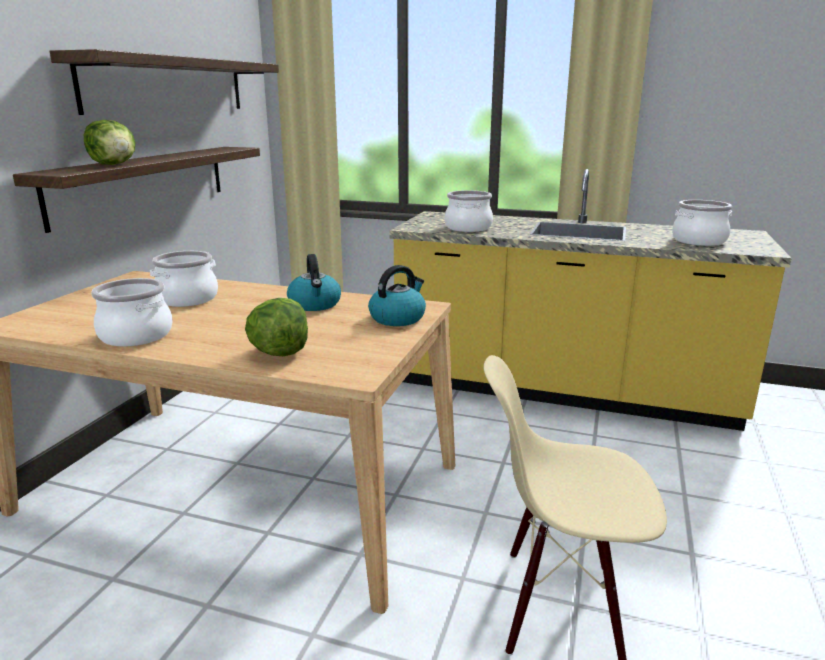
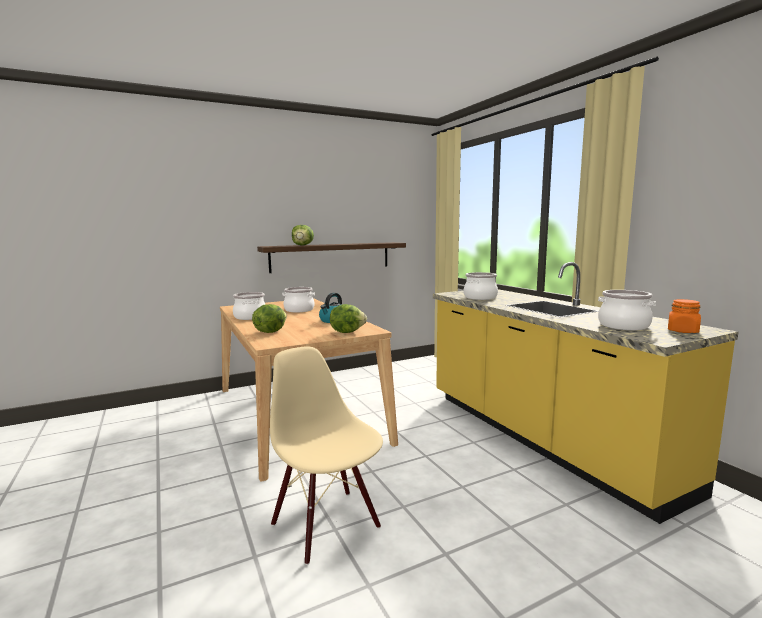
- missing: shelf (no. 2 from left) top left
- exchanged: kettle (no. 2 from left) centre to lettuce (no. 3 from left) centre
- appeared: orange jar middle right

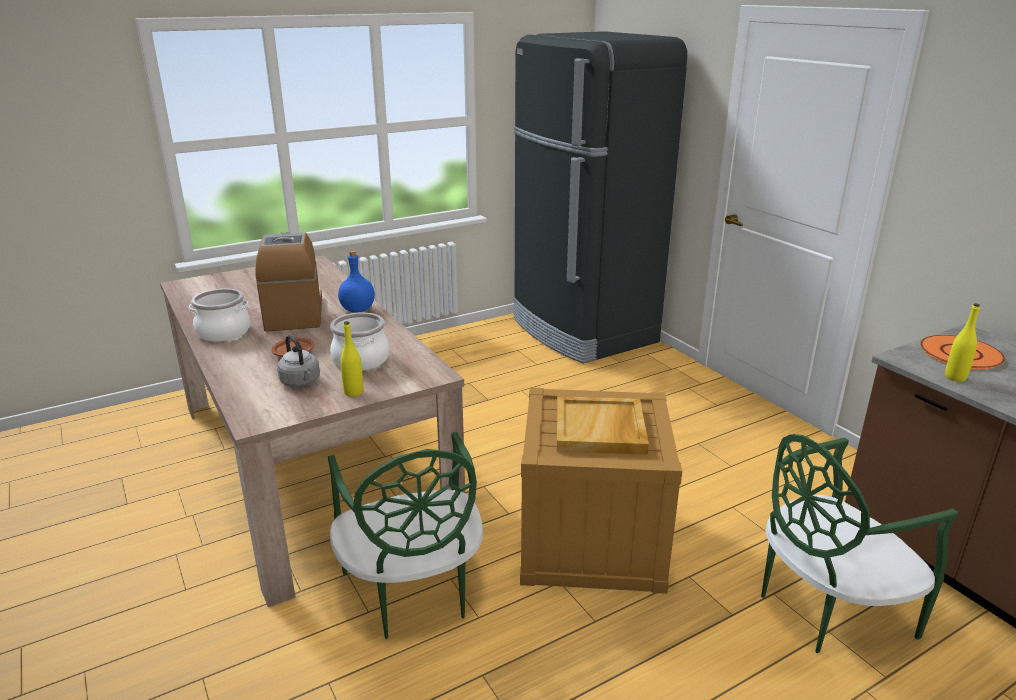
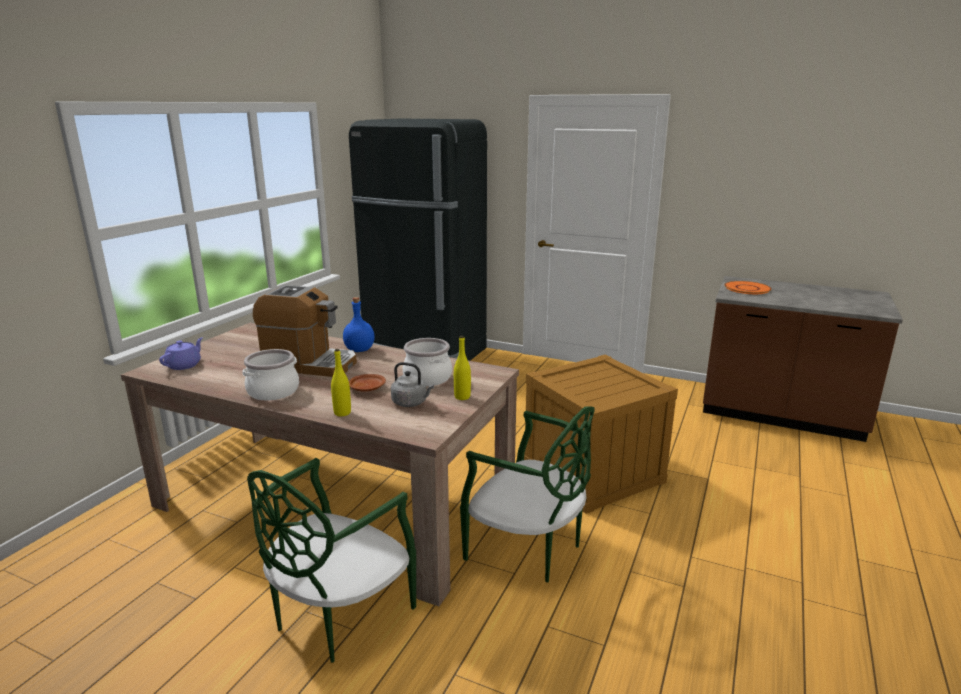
- spun: coffee machine middle left = middle left 150 degrees clockwise
- relocated: yellow bottle (no. 2 from left in the first image) middle right to yellow bottle (no. 1 from left) centre
- missing: beige tray centre
- relocated: green chair (no. 2 from left in the first image) bottom right to green chair (no. 1 from left) bottom centre
- appeared: purple teapot middle left

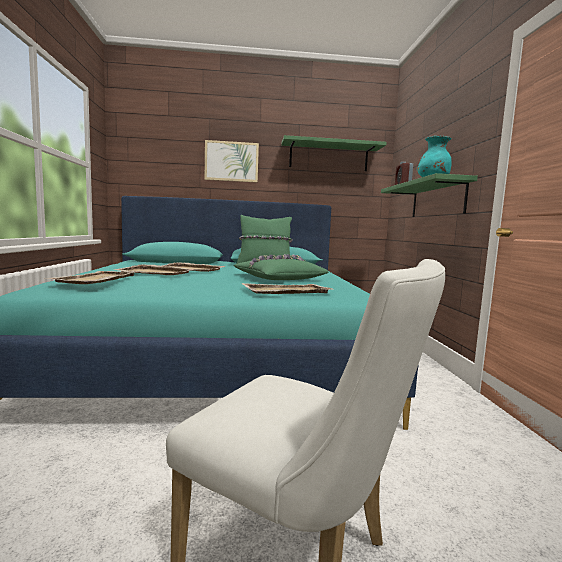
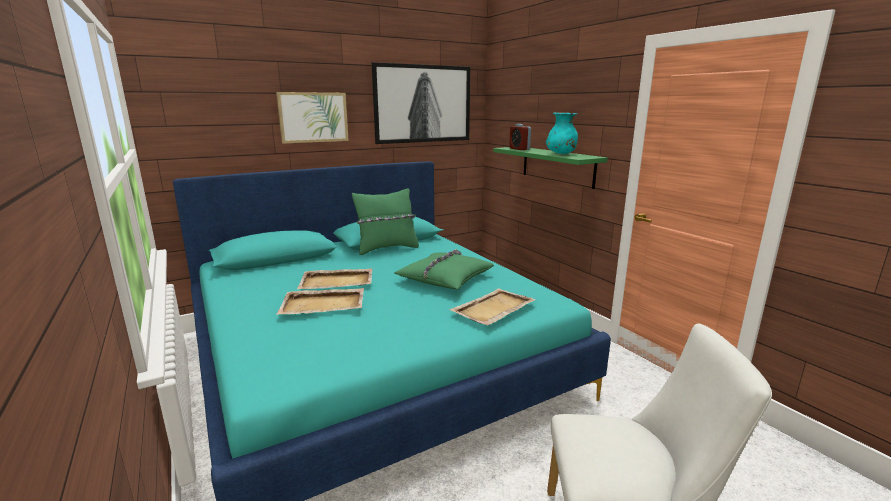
- exchanged: green shelf (no. 1 from left) top centre to picture (no. 2 from left) top centre
- missing: beige tray (no. 1 from left) middle left

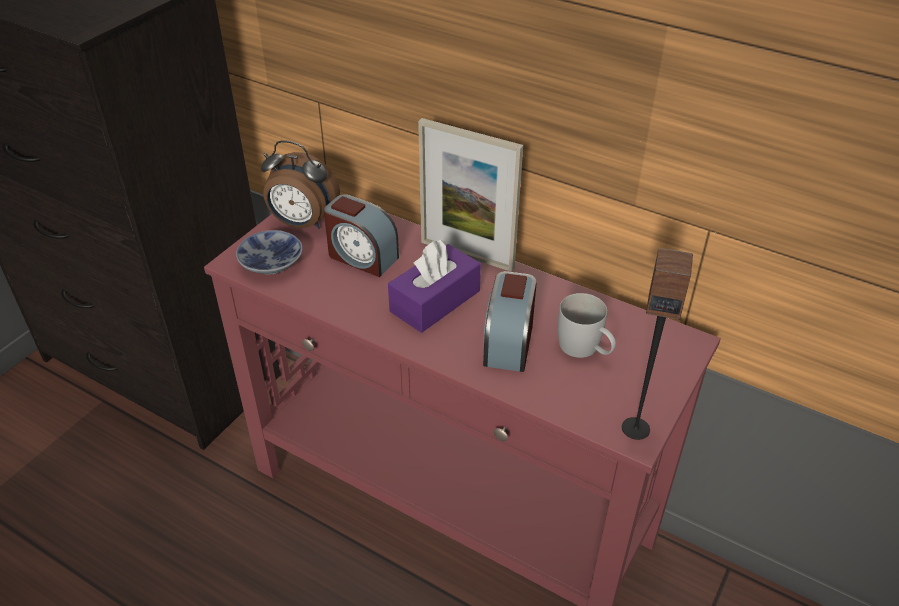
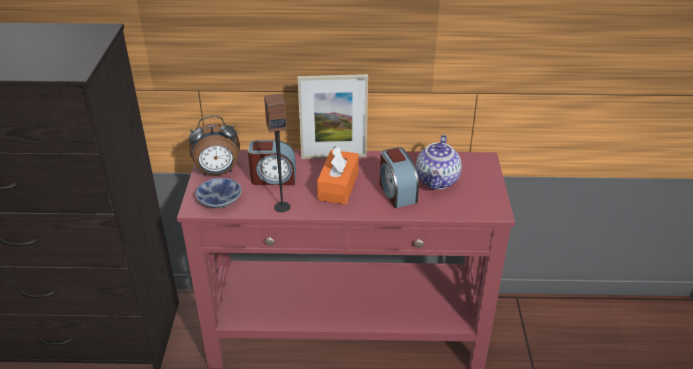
- colour: purple tissue box centre to orange tissue box centre
- relocated: speaker middle right to centre
- exchanged: white mug centre to teapot centre

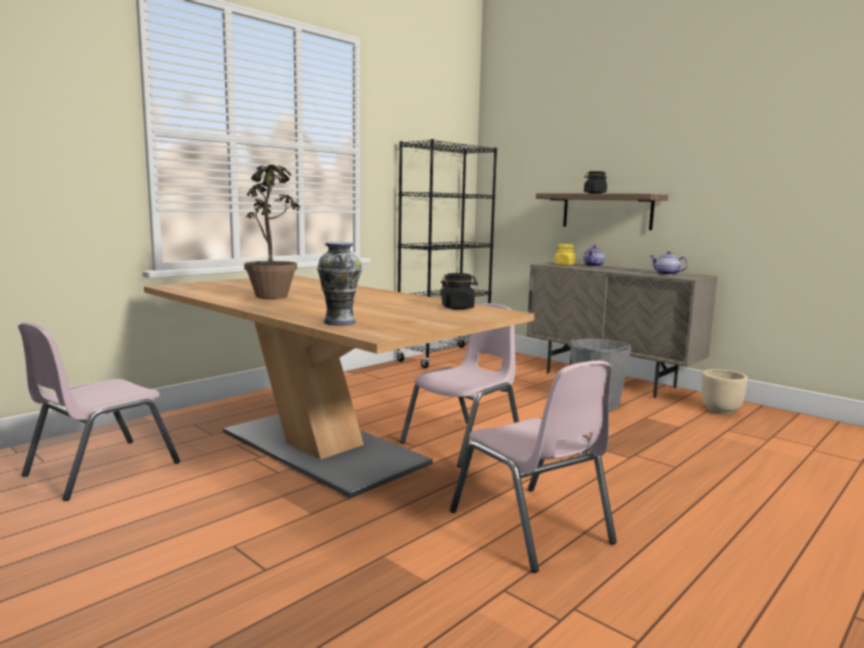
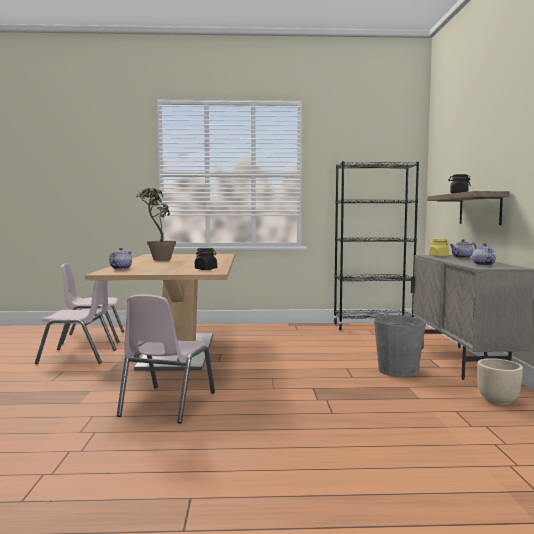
- exchanged: vase centre to teapot (no. 1 from left) middle left
- relocated: pink chair (no. 2 from left in the first image) centre to pink chair (no. 1 from left) middle left

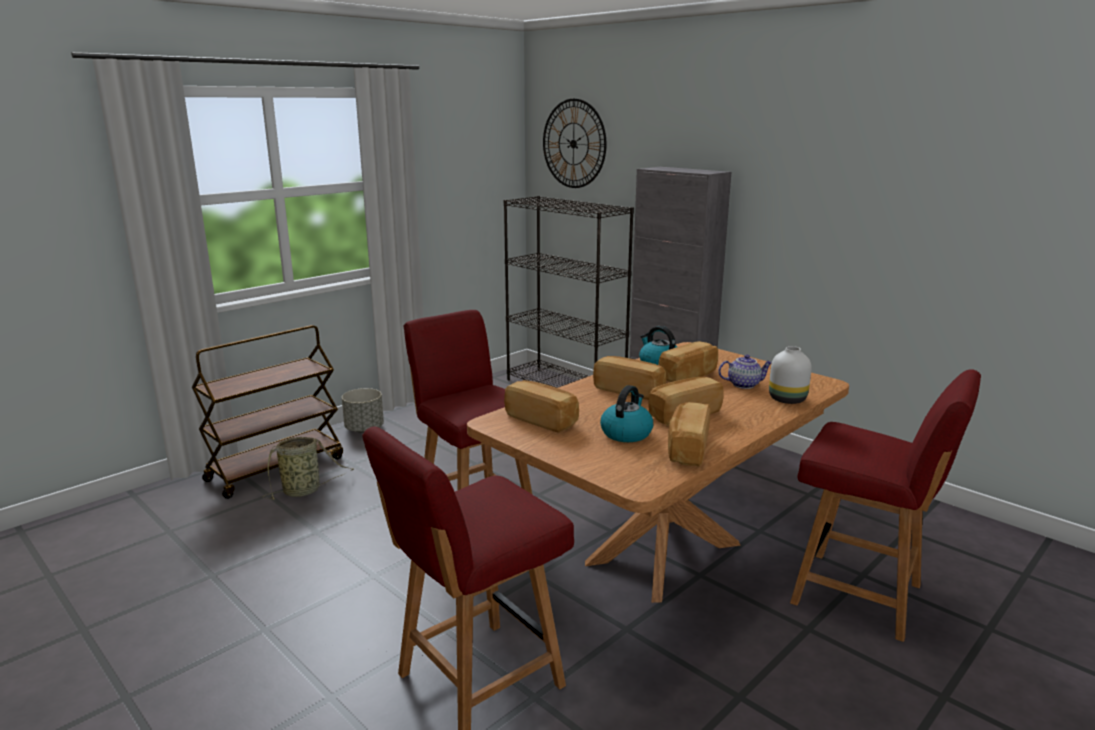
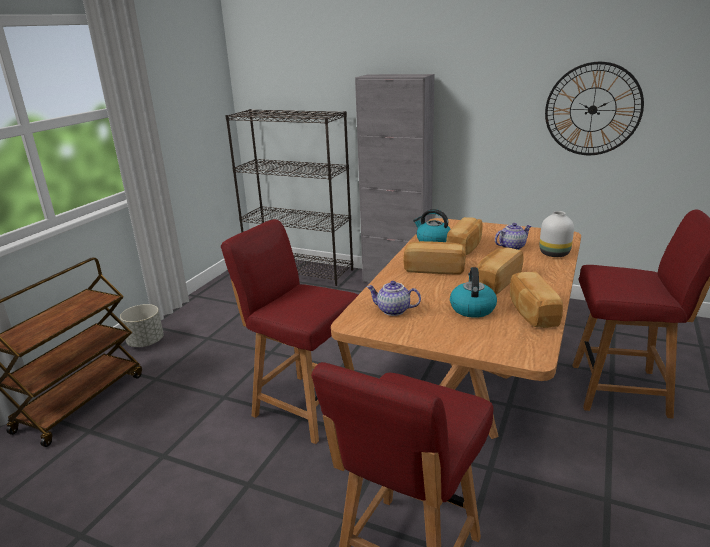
- relocated: wall clock top centre to top right
- exchanged: bread (no. 1 from left) centre to teapot (no. 1 from left) centre
- missing: basket middle left

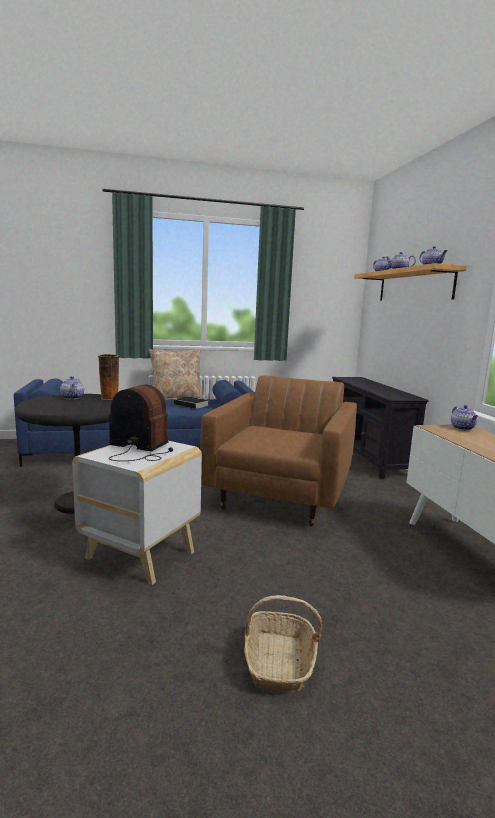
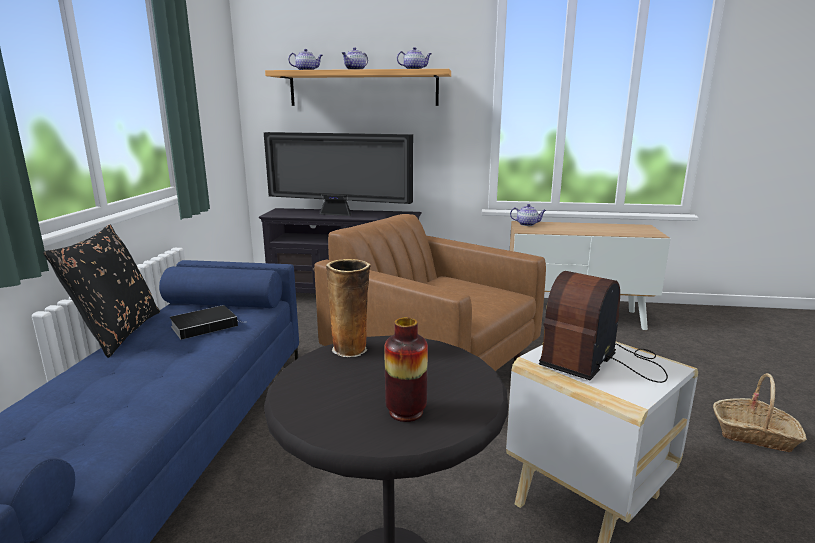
- colour: beige pillow centre to black pillow middle left
- missing: teapot (no. 1 from left) middle left
- appeared: television top centre
- appeared: vase (no. 2 from left) bottom centre

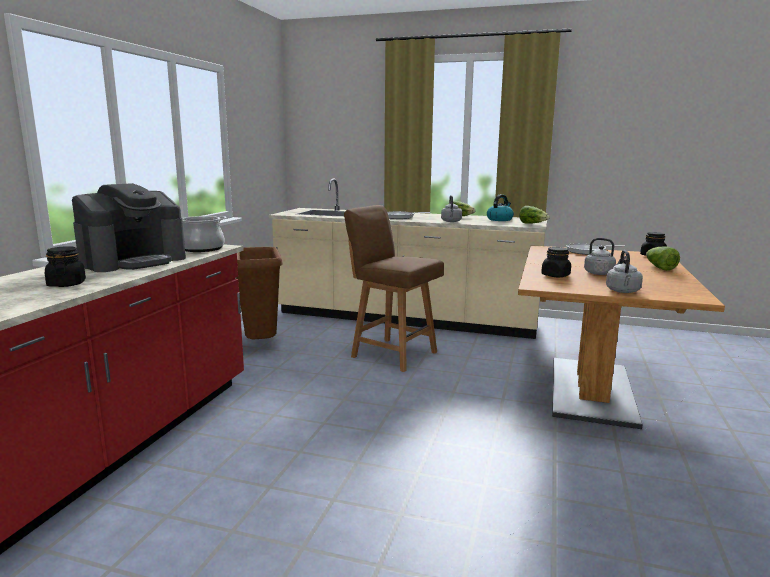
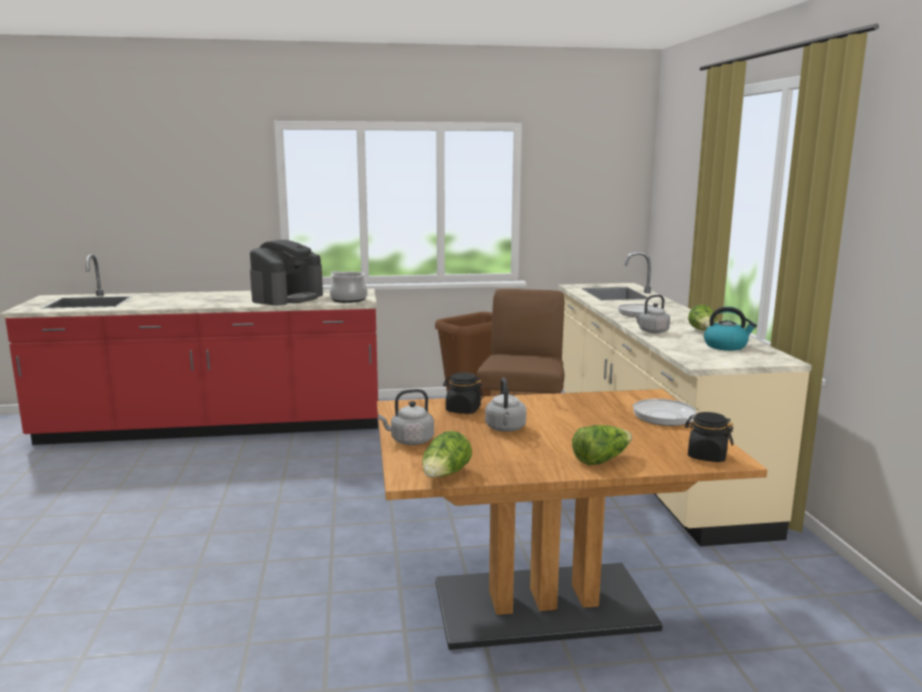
- spun: coffee machine middle left = middle left 75 degrees counterclockwise
- relocated: lettuce (no. 2 from left in the first image) middle right to lettuce (no. 1 from left) centre
- missing: black jar (no. 1 from left) middle left

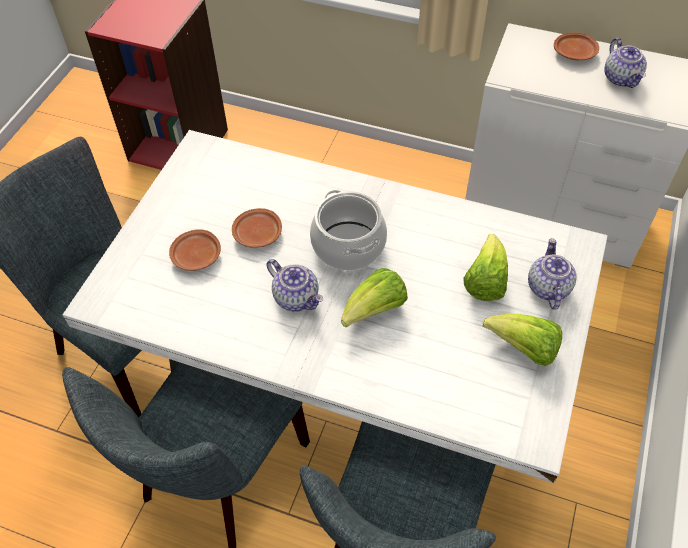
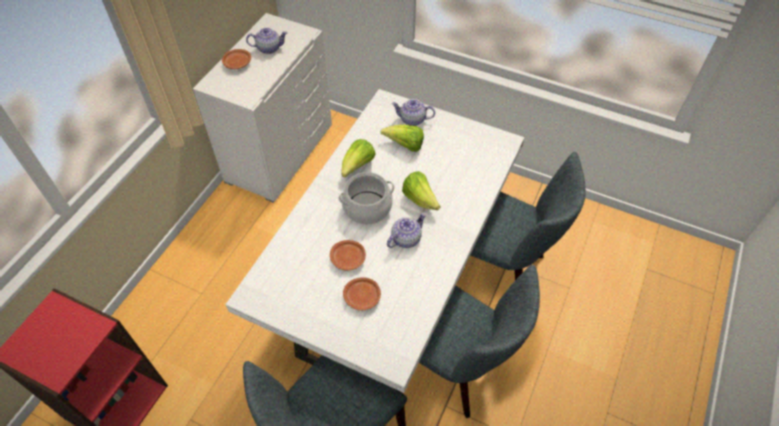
- relocated: lettuce (no. 3 from left in the first image) middle right to lettuce (no. 1 from left) centre

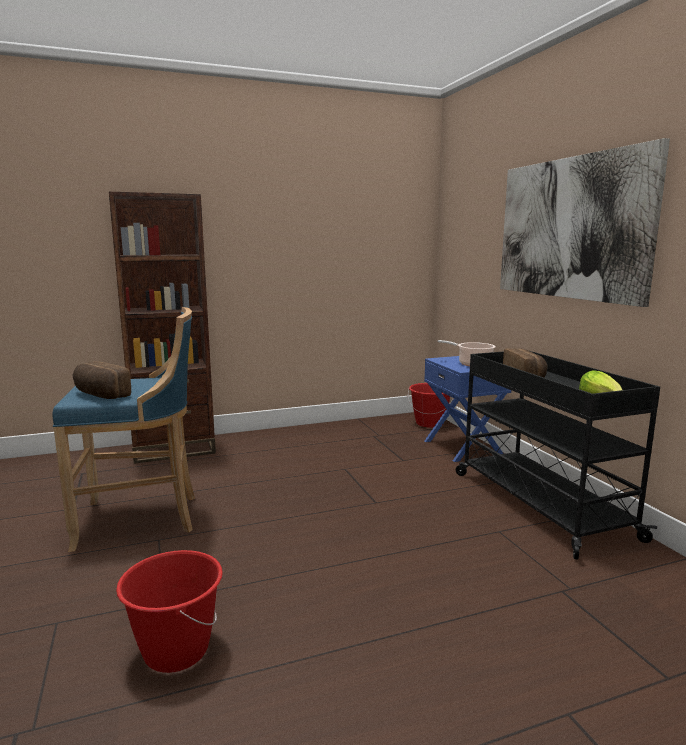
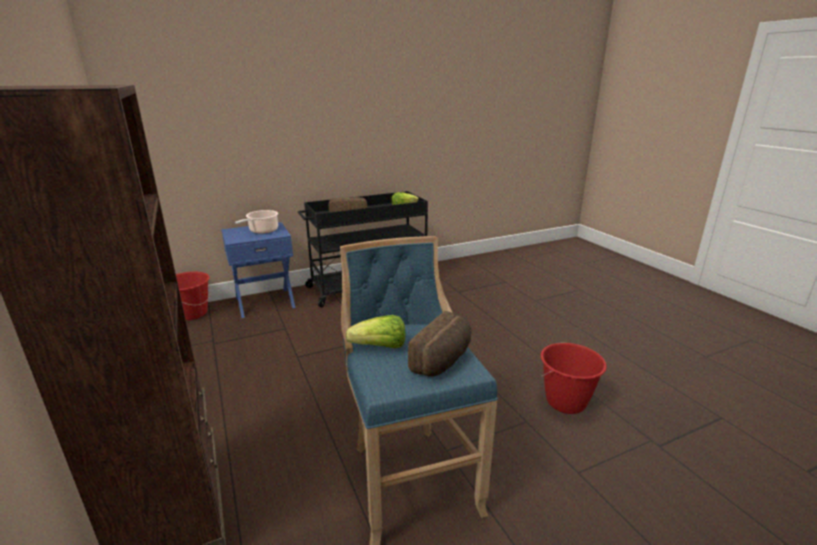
- missing: picture top right
- appeared: lettuce (no. 1 from left) centre

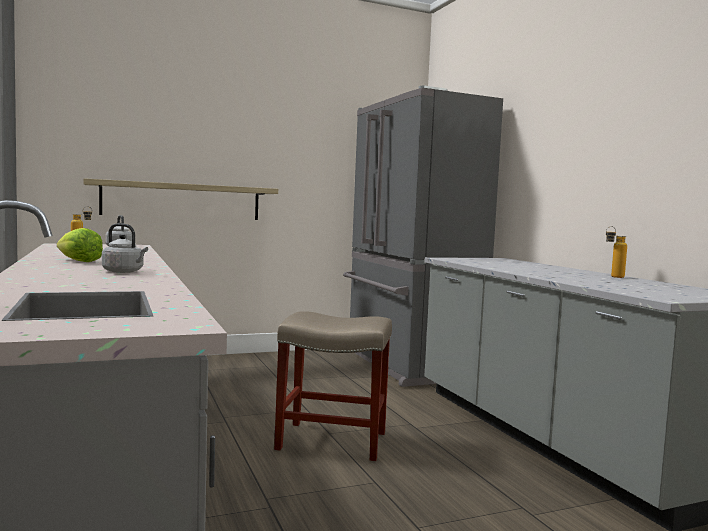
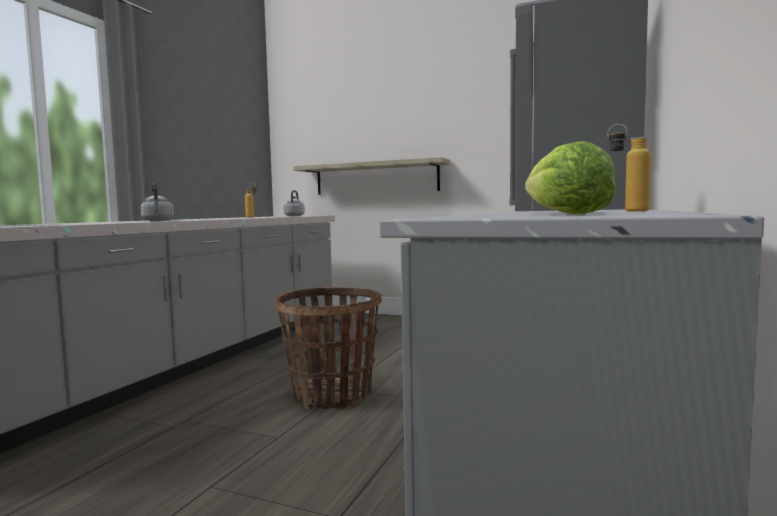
- relocated: lettuce middle left to middle right
- exchanged: beige stool bottom centre to basket bottom centre

